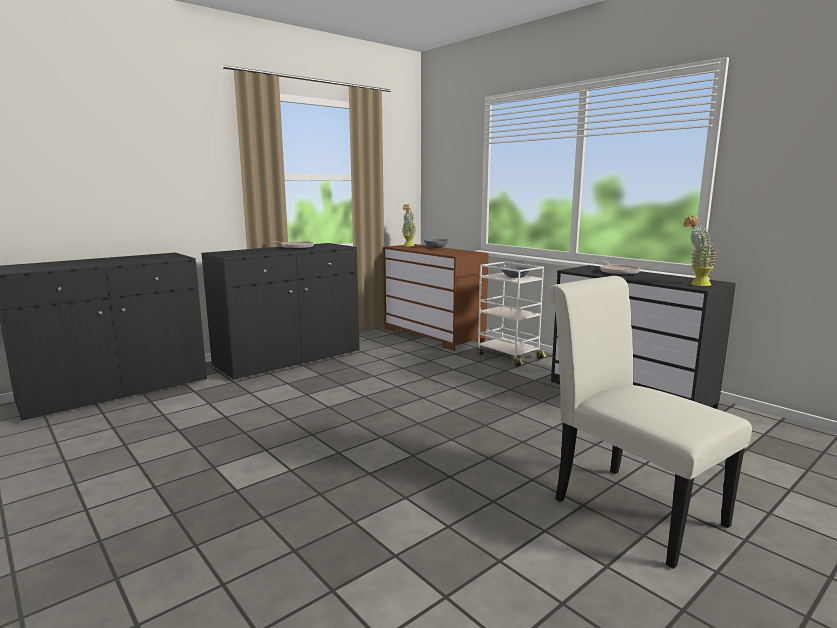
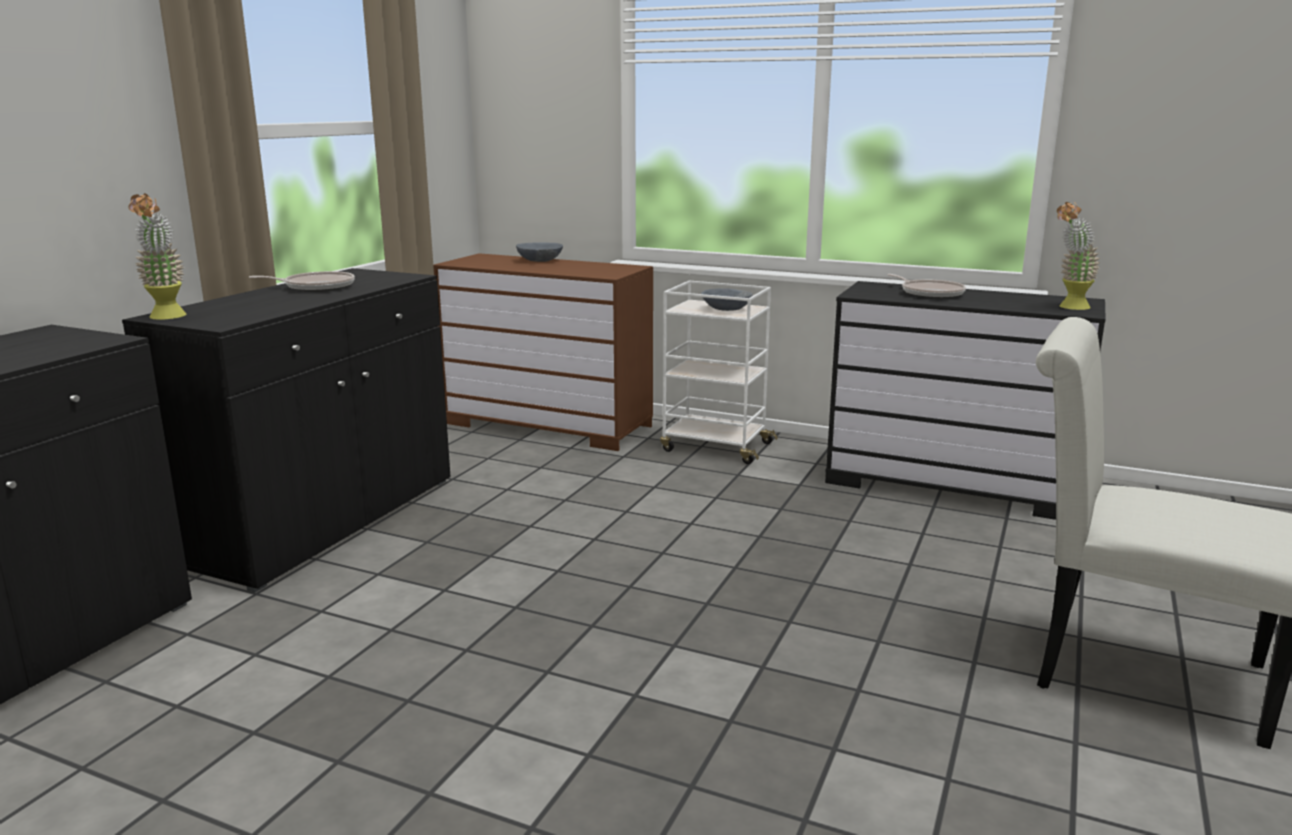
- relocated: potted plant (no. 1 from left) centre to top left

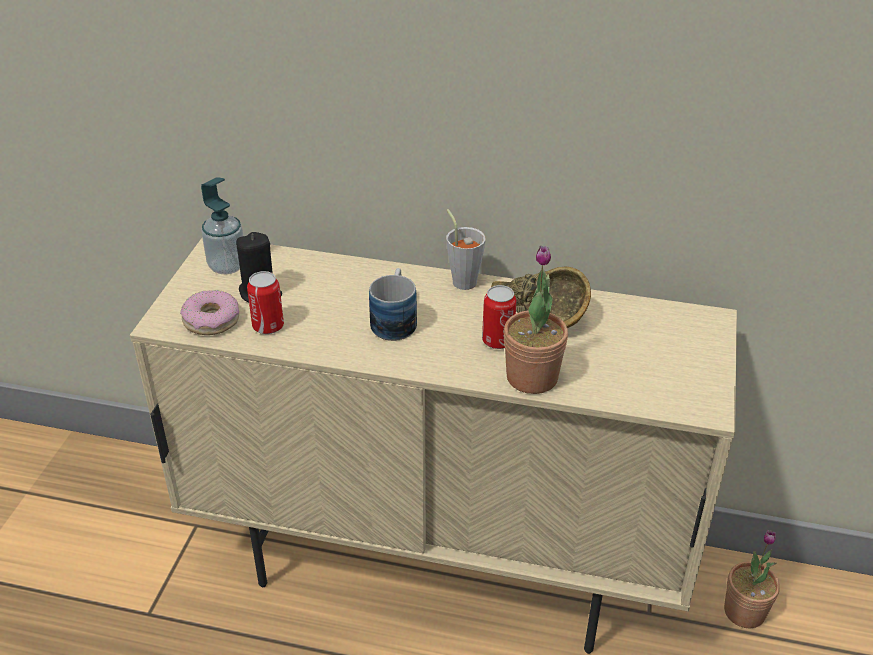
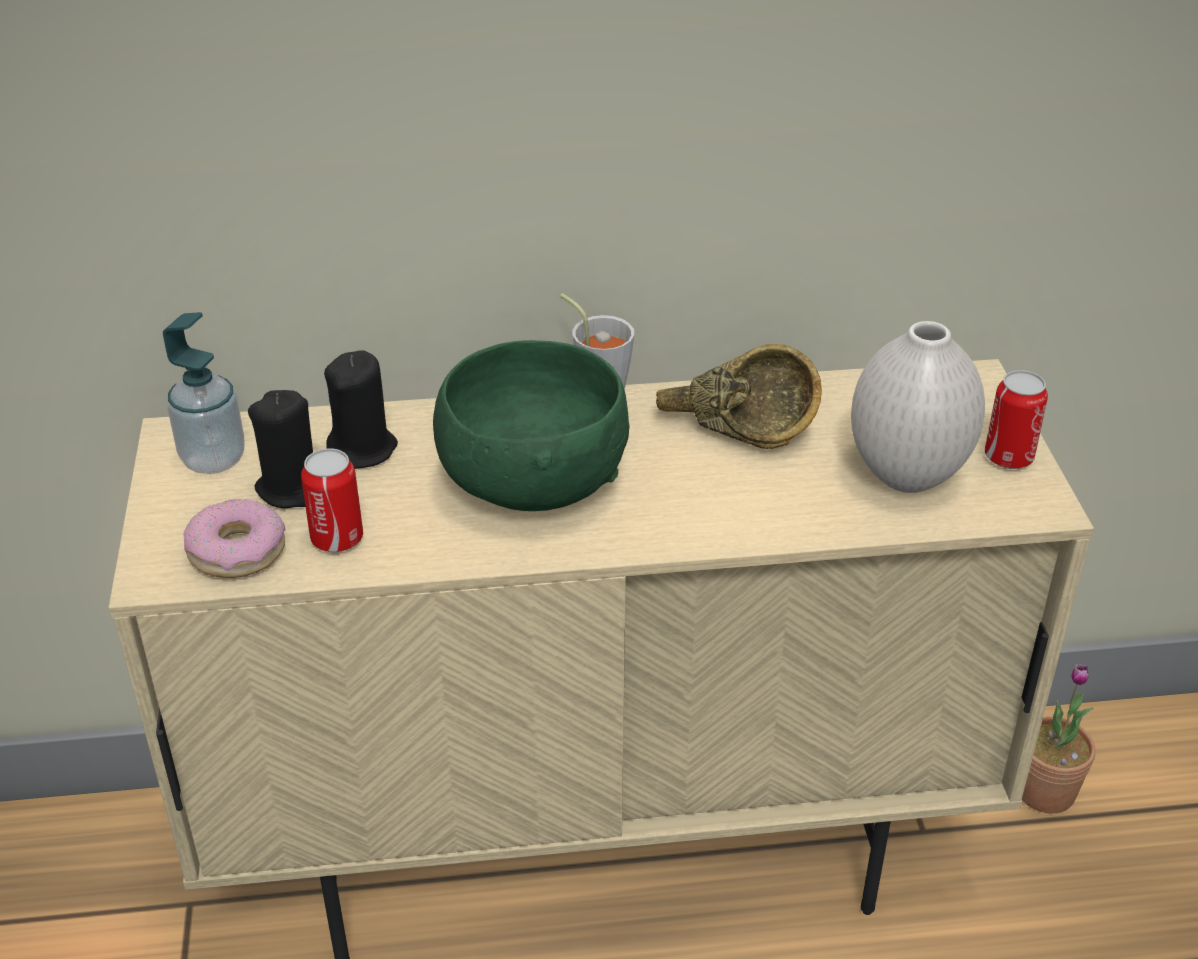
- missing: potted plant (no. 1 from left) centre
- exchanged: mug centre to green bowl centre
- relocated: can (no. 2 from left) centre to middle right
- appeared: white vase middle right
- appeared: black candle (no. 2 from left) middle left

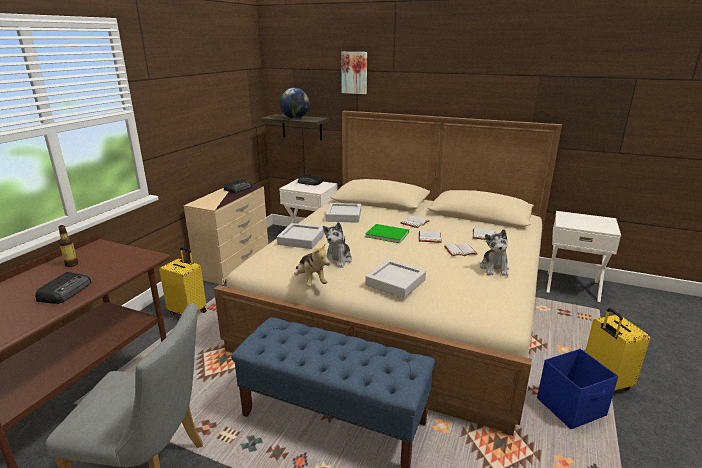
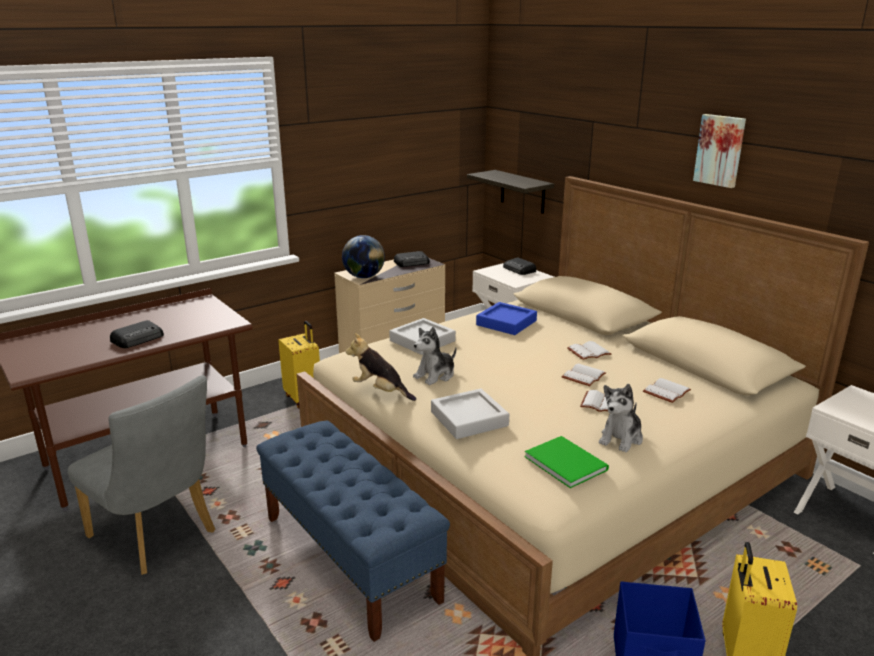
- relocated: picture top centre to top right
- relocated: globe top centre to centre
- colour: grey tray (no. 2 from left) centre to blue tray centre
- relocated: green book centre to bottom centre
- missing: bottle middle left
- spun: plush toy (no. 1 from left) centre = centre 120 degrees clockwise

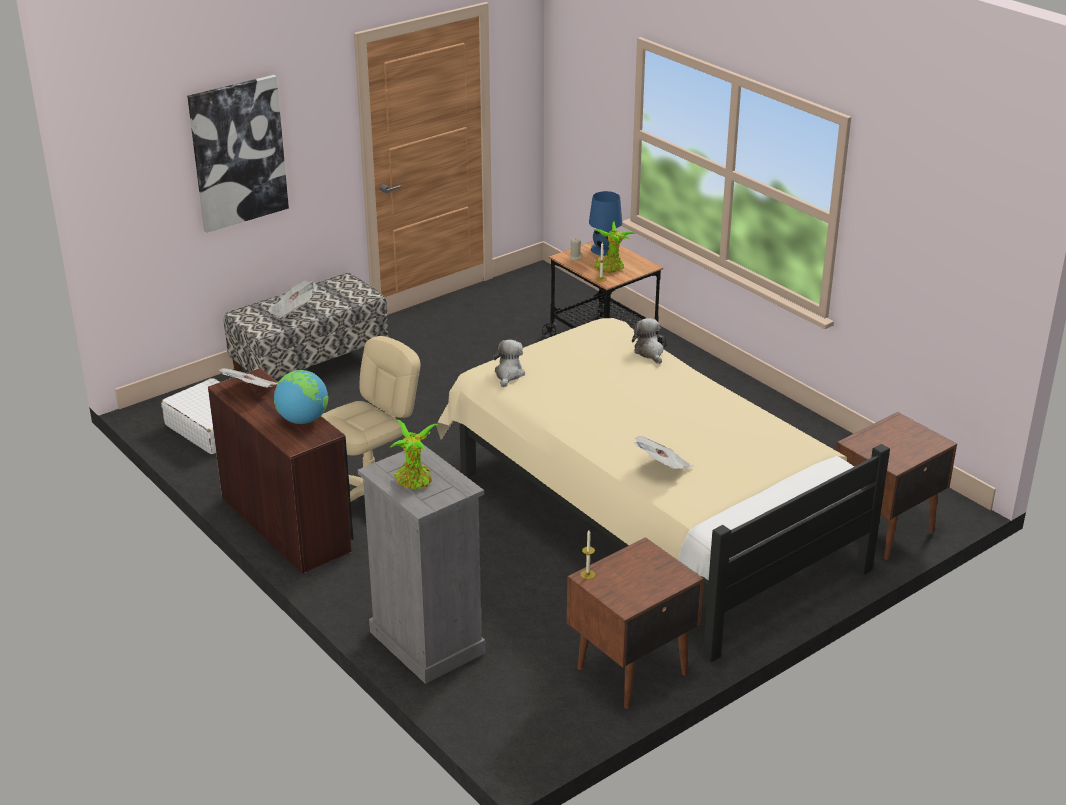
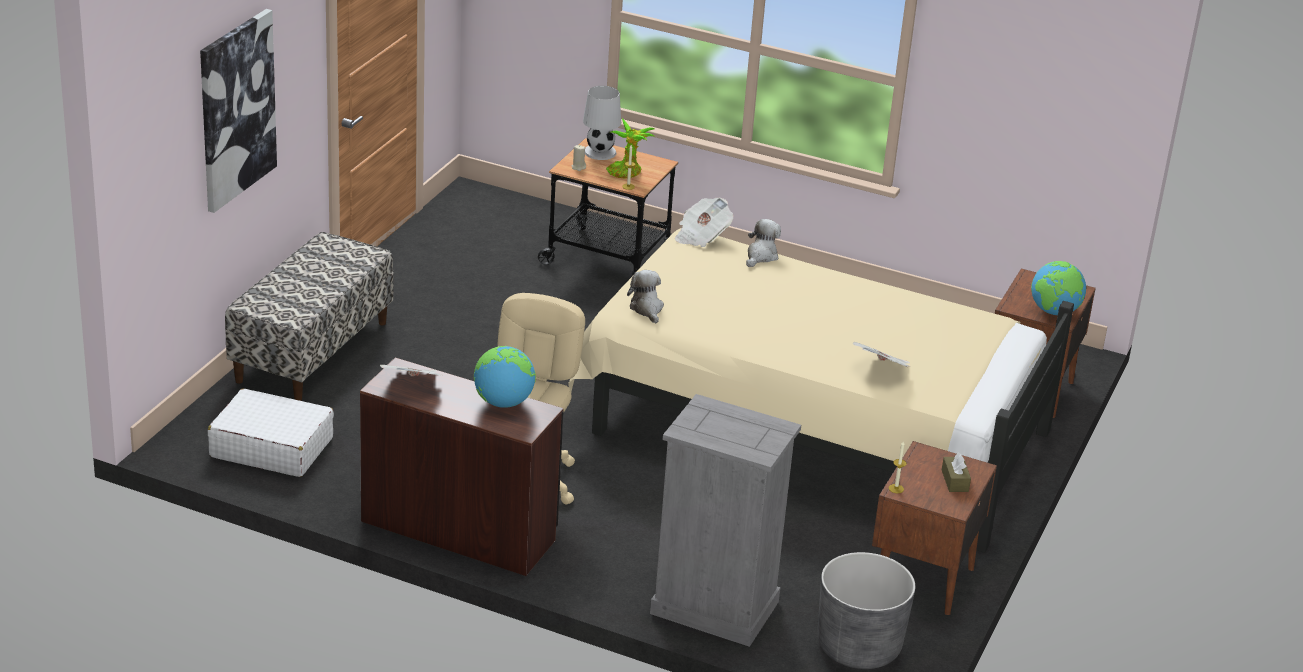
- colour: blue table lamp top centre to white table lamp top centre
- relocated: newspaper (no. 2 from left) middle left to top centre
- spun: plush toy (no. 2 from left) centre = centre 75 degrees clockwise
- missing: potted plant (no. 1 from left) centre
- appeared: globe (no. 2 from left) middle right
- appeared: brown tissue box bottom right
- appeared: grey planter bottom centre

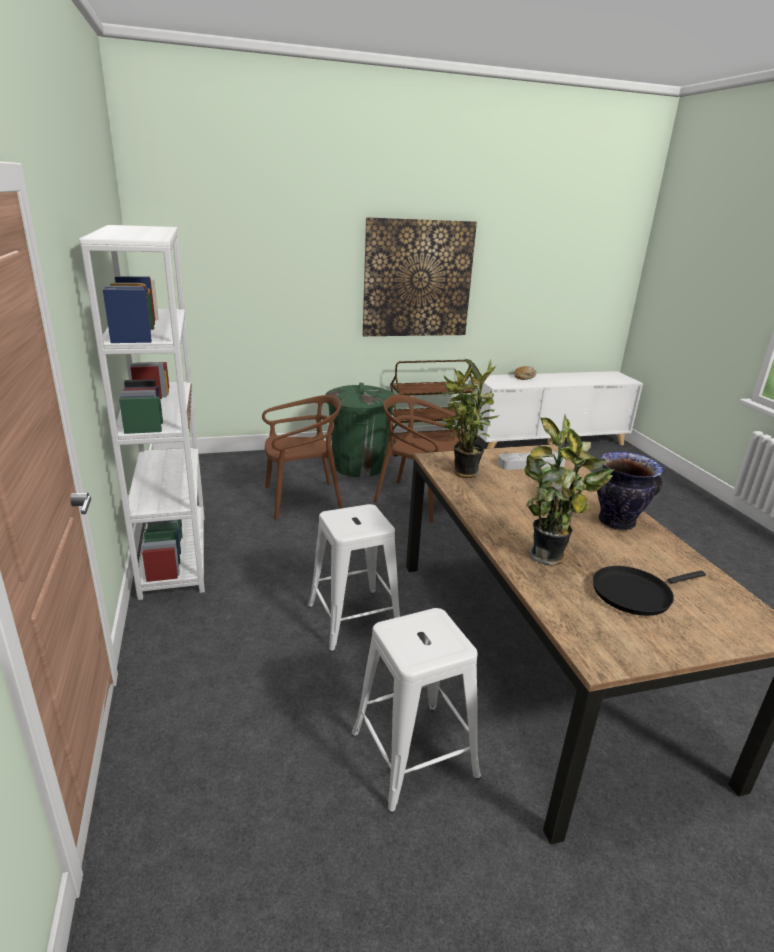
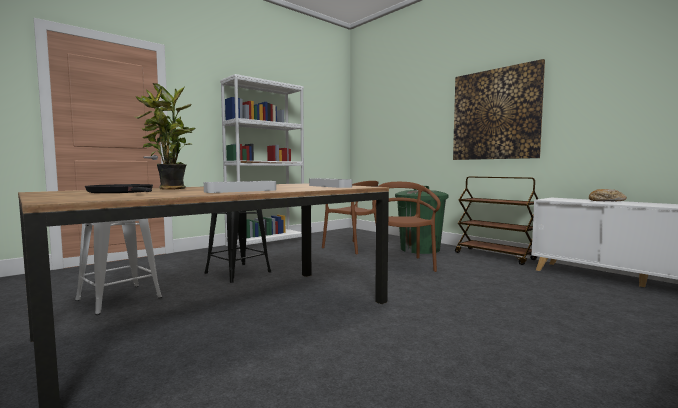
- missing: potted plant (no. 1 from left) centre
- exchanged: vase middle right to grey tray (no. 1 from left) centre
- colour: white stool (no. 1 from left) centre to black stool centre

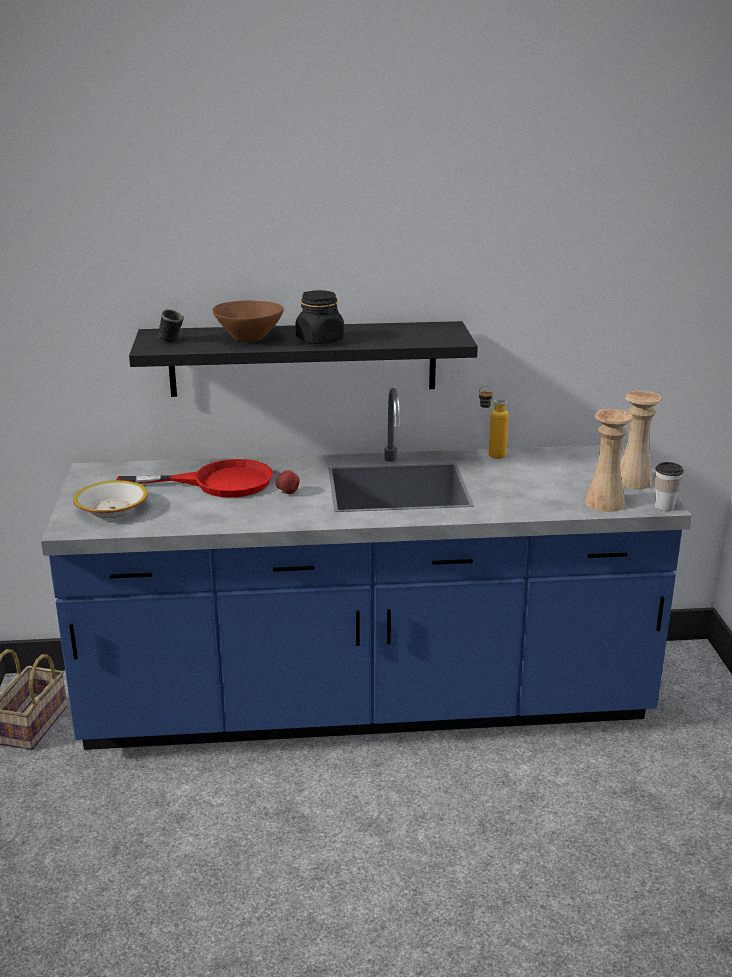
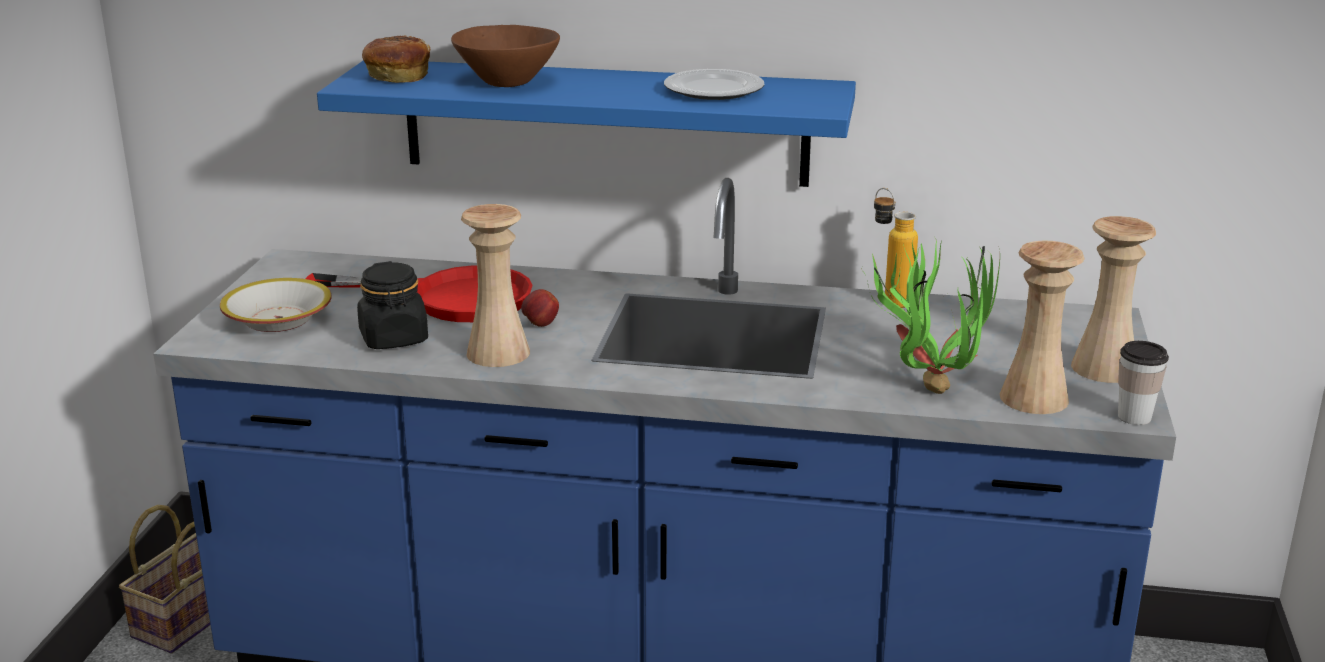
- relocated: black jar top centre to middle left
- exchanged: black mug middle left to bread top left
- colour: black shelf centre to blue shelf top centre
- appeared: plate top centre
- appeared: beige vase (no. 1 from left) centre
- appeared: potted plant middle right

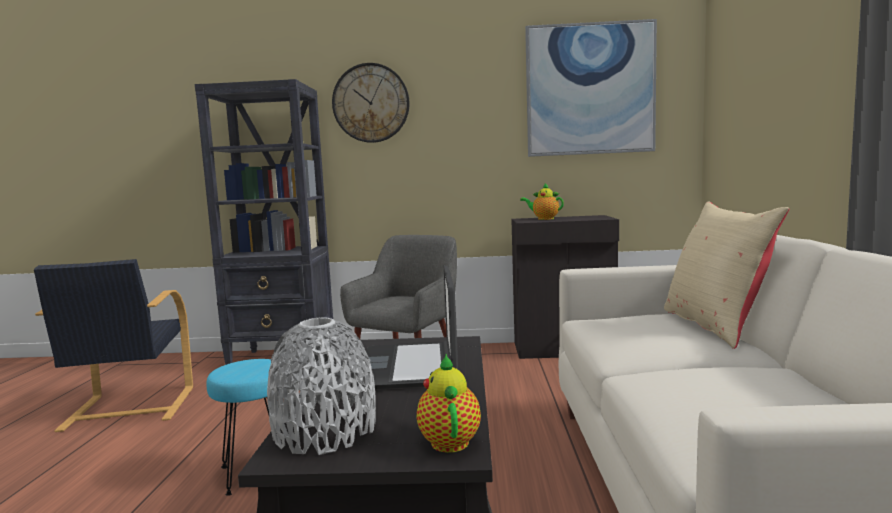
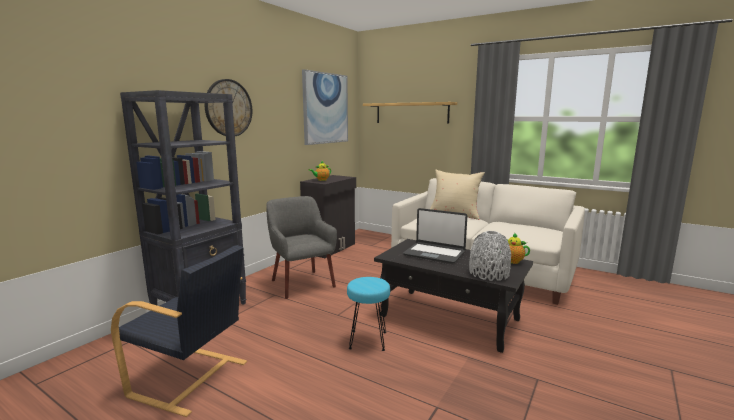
- appeared: shelf top centre

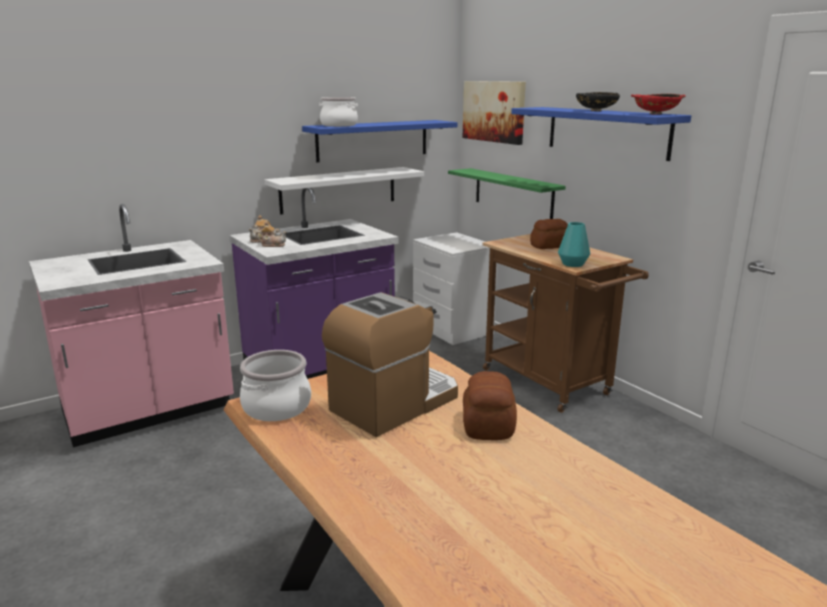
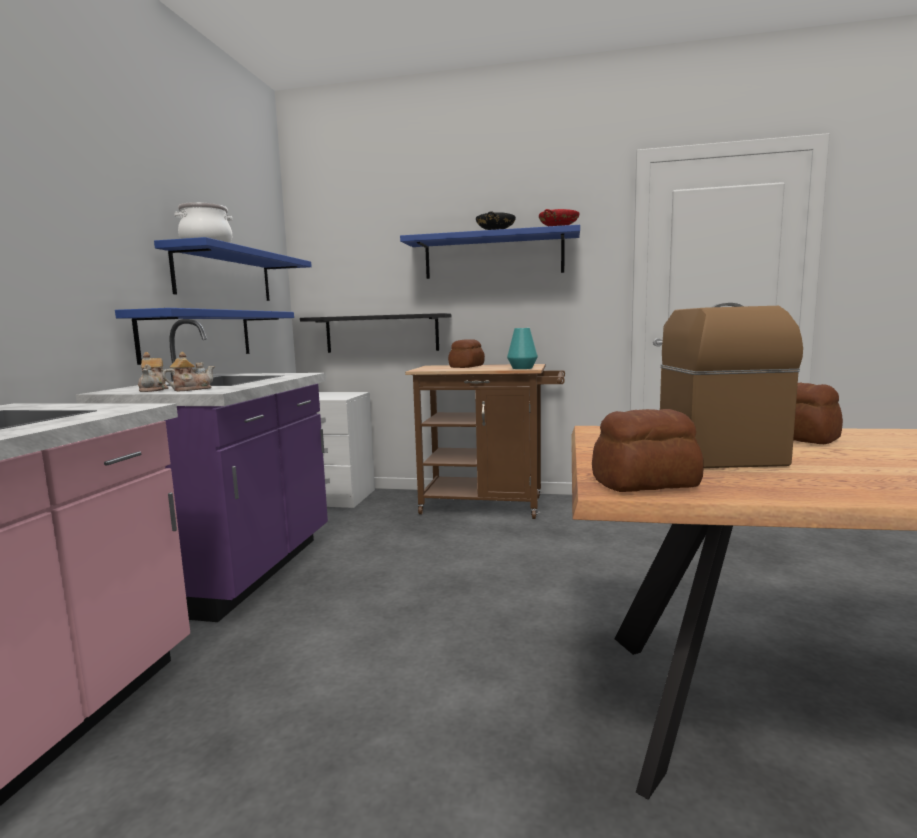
- missing: picture top centre
- colour: white shelf top centre to blue shelf (no. 1 from left) middle left
- colour: green shelf top centre to black shelf centre
- exchanged: cooking pot (no. 1 from left) middle left to bread (no. 2 from left) middle right

